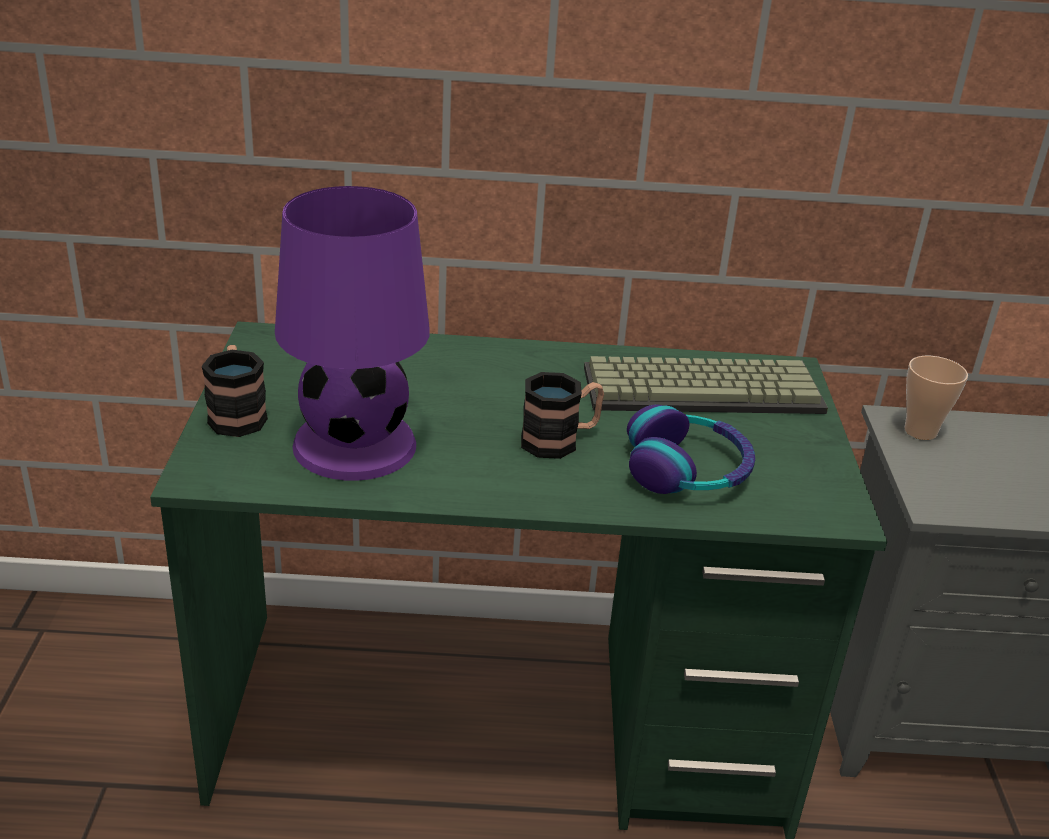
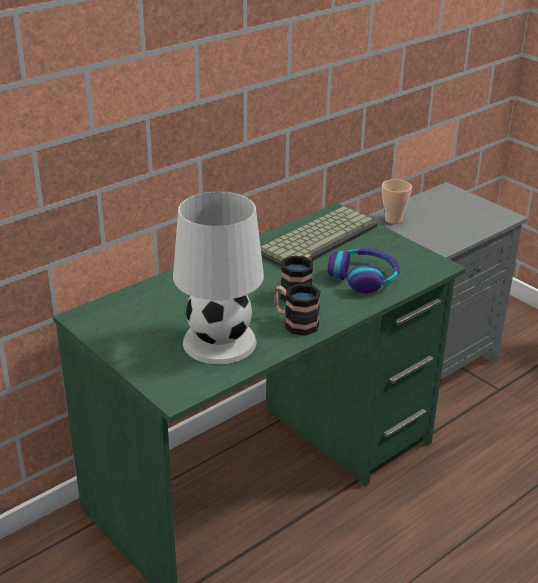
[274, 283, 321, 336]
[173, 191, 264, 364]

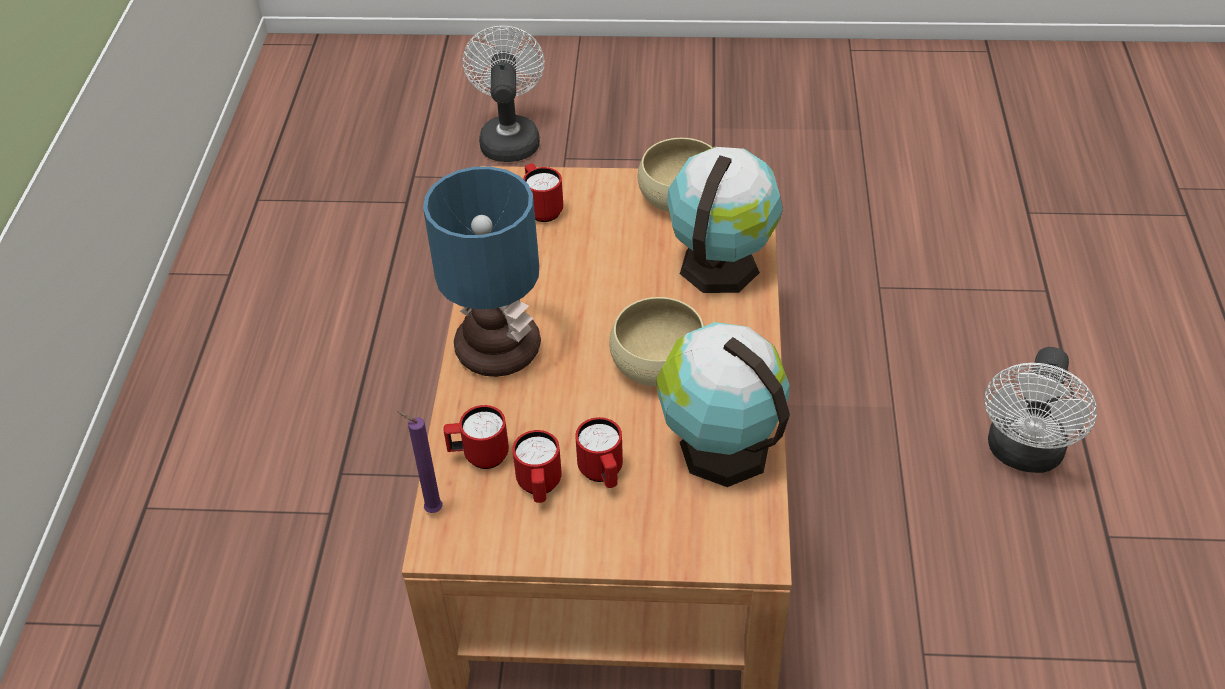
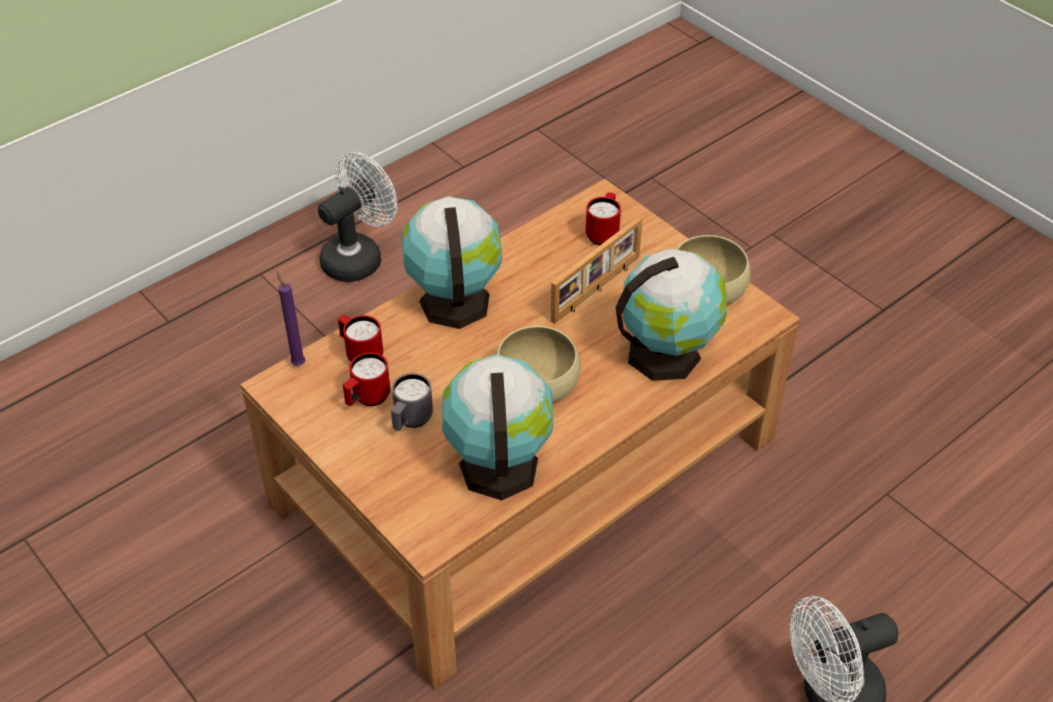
[551, 217, 642, 324]
[318, 152, 397, 282]
[402, 196, 503, 329]
[391, 373, 433, 431]

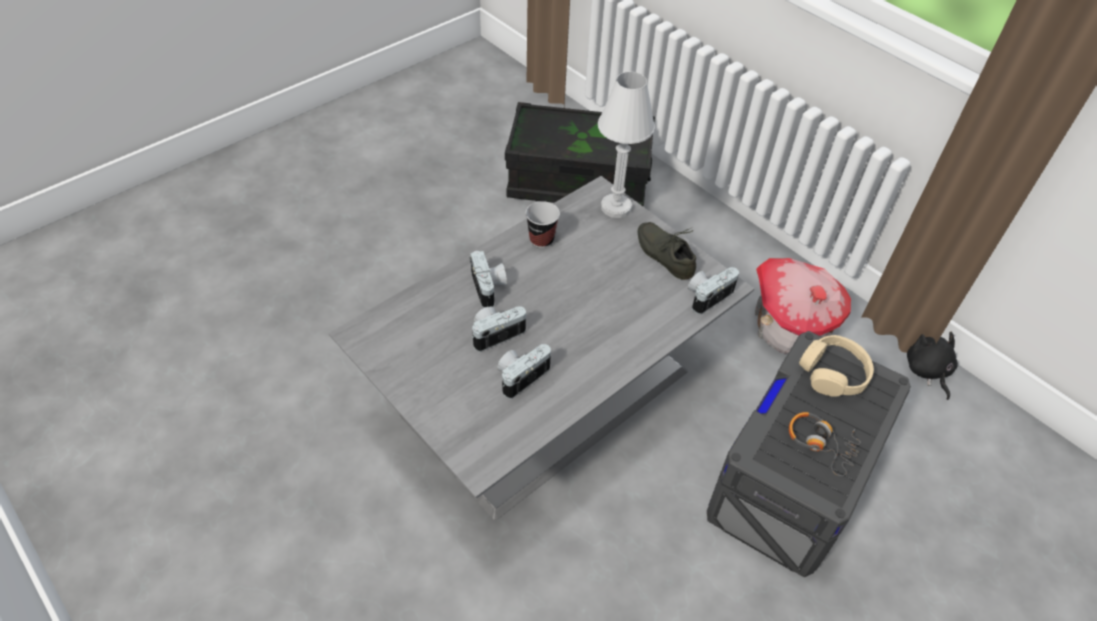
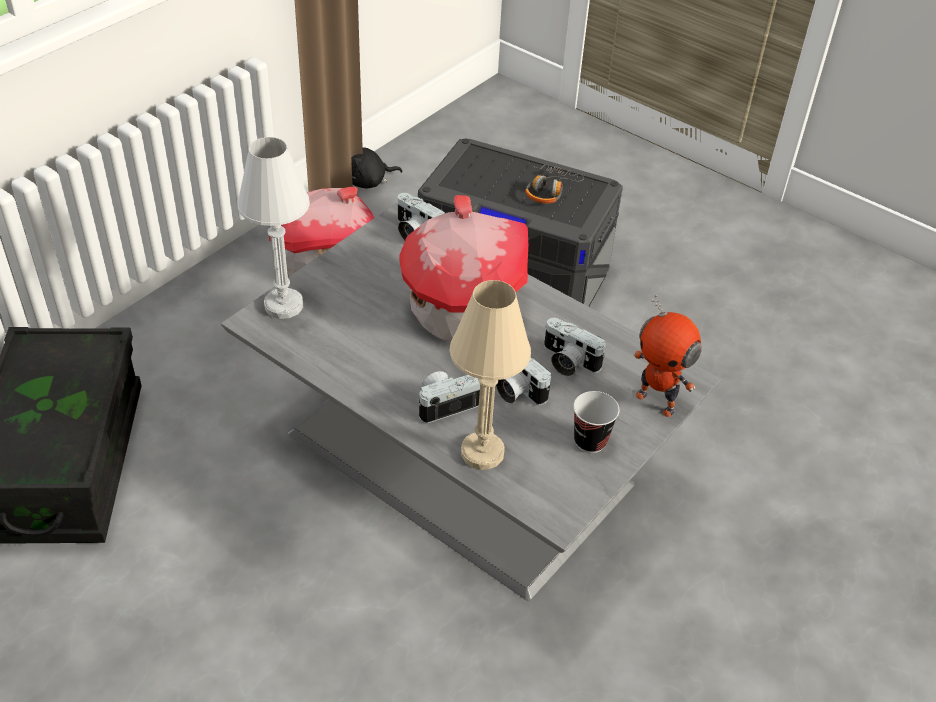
[637, 222, 696, 280] (first image)
[799, 335, 874, 397] (first image)
[400, 195, 528, 342]
[449, 280, 531, 470]
[634, 295, 702, 417]
[573, 391, 619, 453]

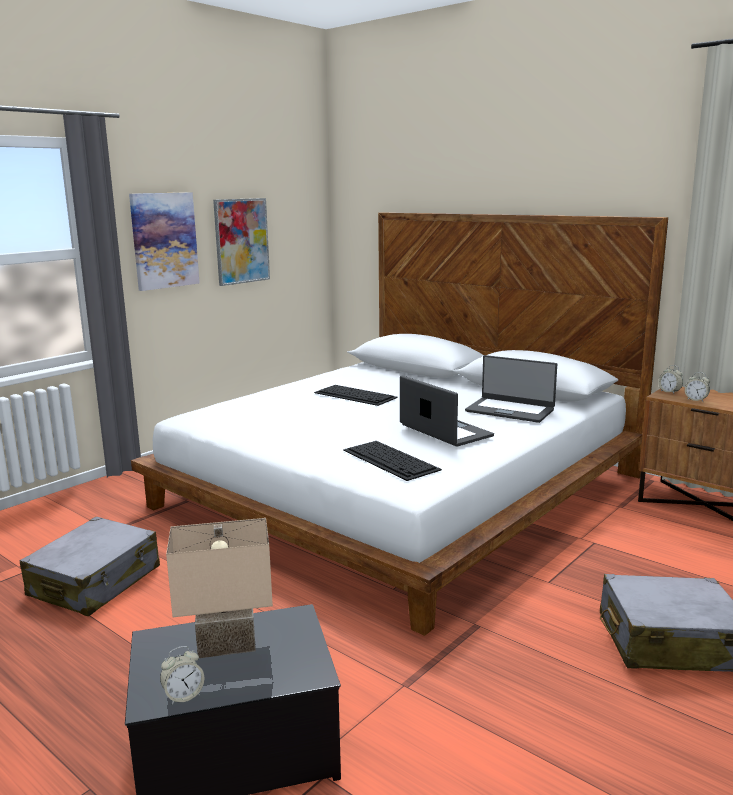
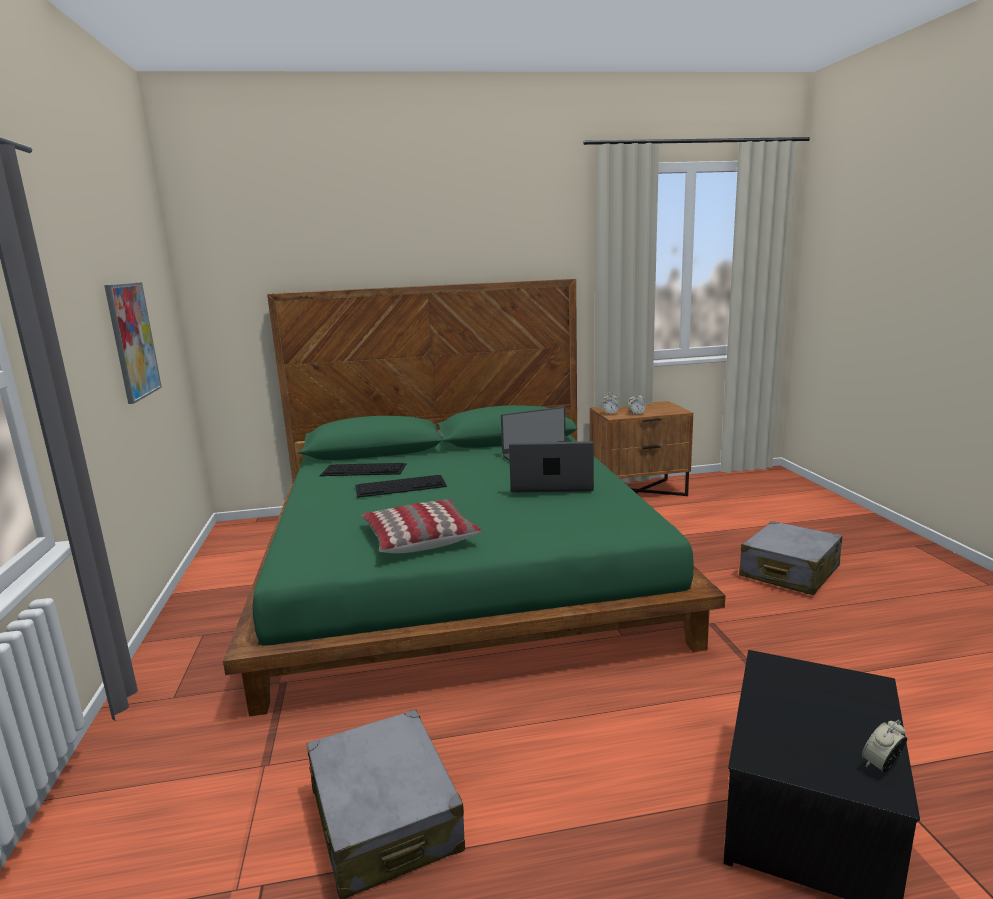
[129, 192, 200, 291] (first image)
[166, 518, 273, 658] (first image)
[361, 499, 481, 553]
[320, 463, 407, 476]
[223, 279, 726, 716]
[862, 720, 907, 772]

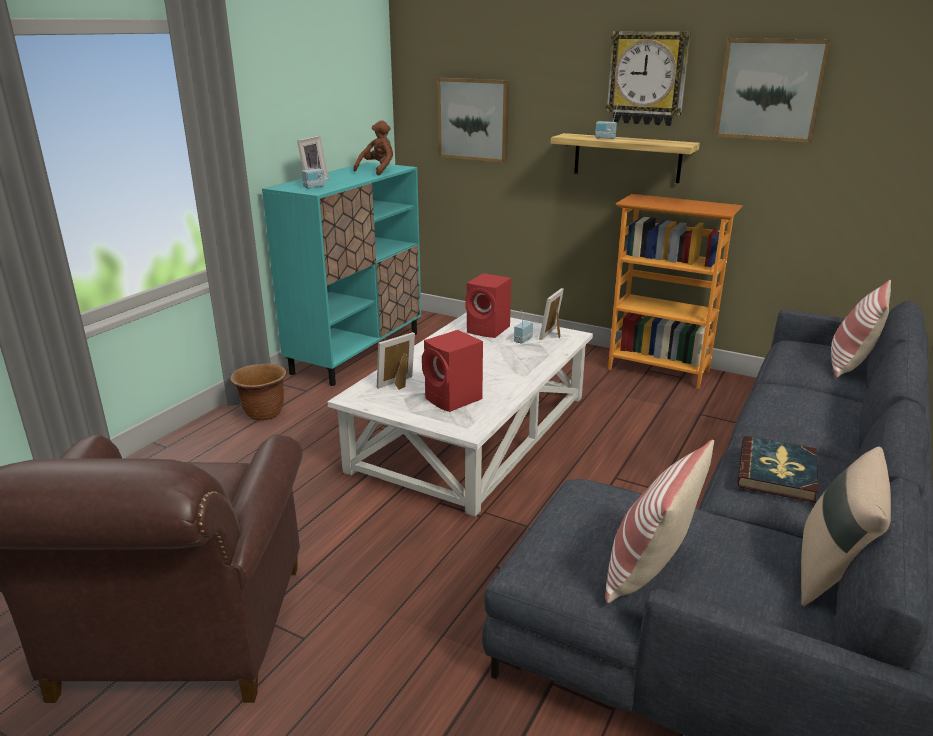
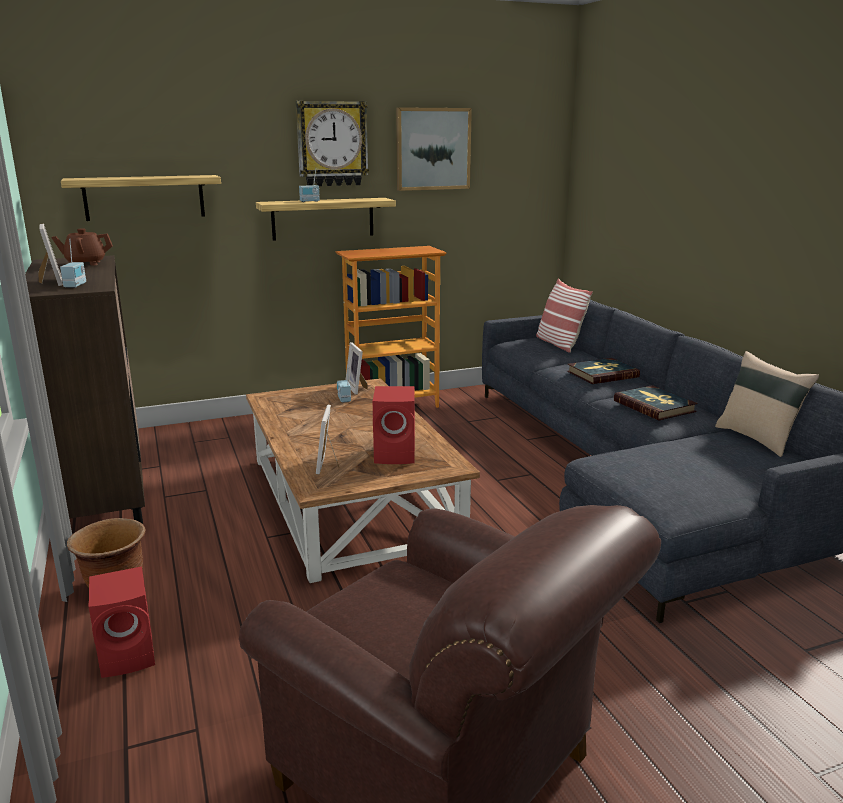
[605, 440, 714, 603] (first image)
[567, 358, 640, 384]
[89, 566, 155, 678]
[51, 229, 113, 265]
[61, 175, 221, 221]
[25, 255, 145, 524]
[246, 378, 480, 583]

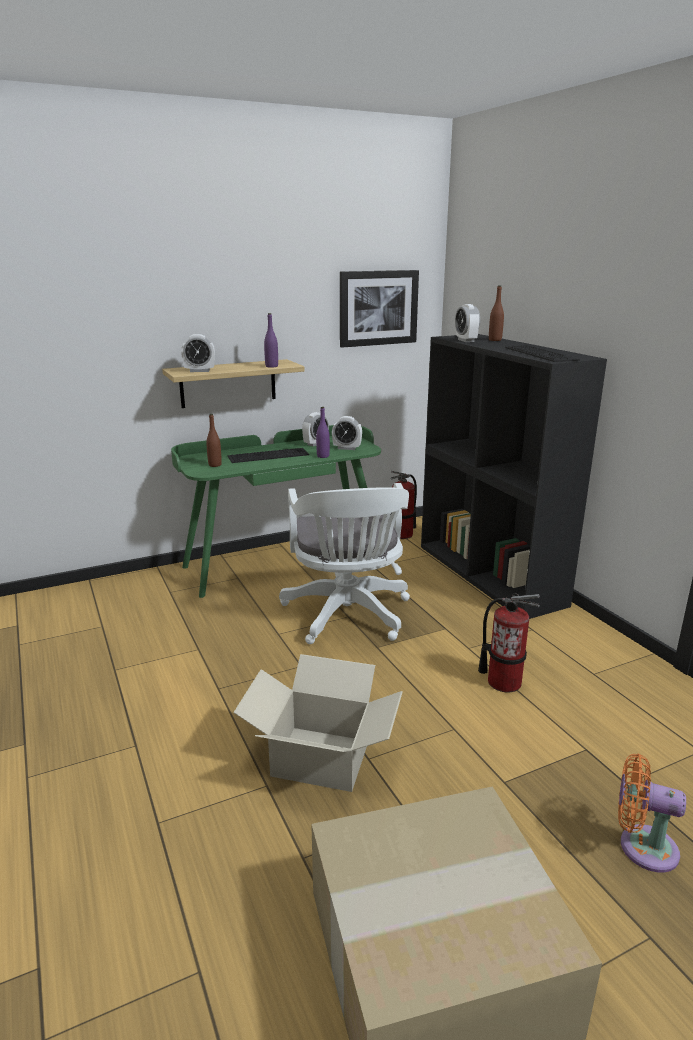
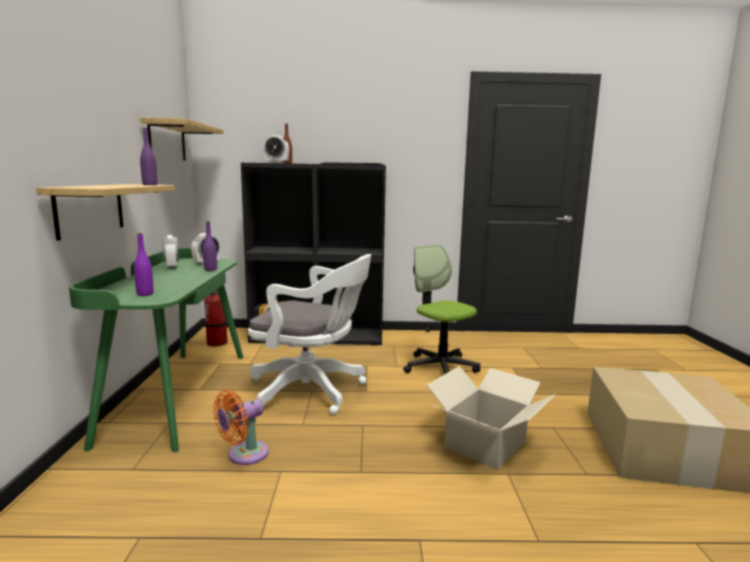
[181, 334, 215, 372] (first image)
[227, 448, 309, 463] (first image)
[213, 390, 269, 465]
[140, 118, 224, 161]
[403, 244, 480, 374]
[134, 233, 154, 296]

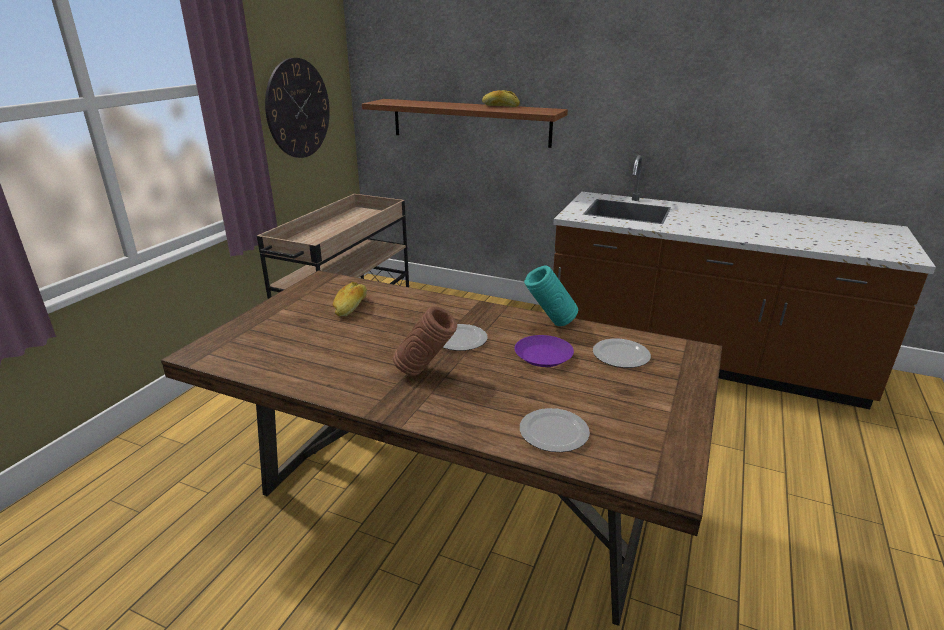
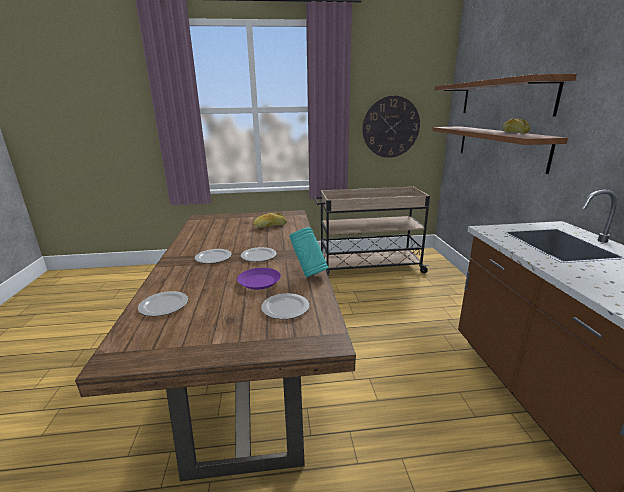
[434, 74, 577, 117]
[195, 249, 232, 264]

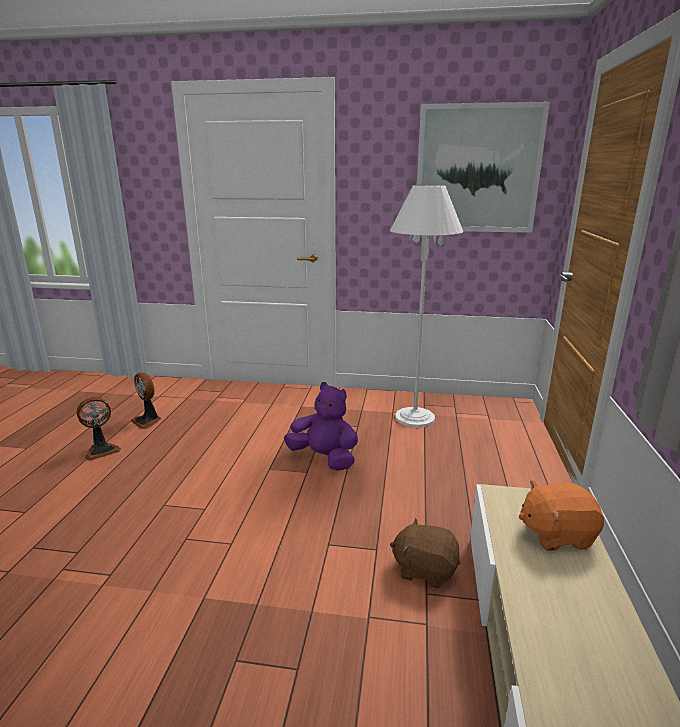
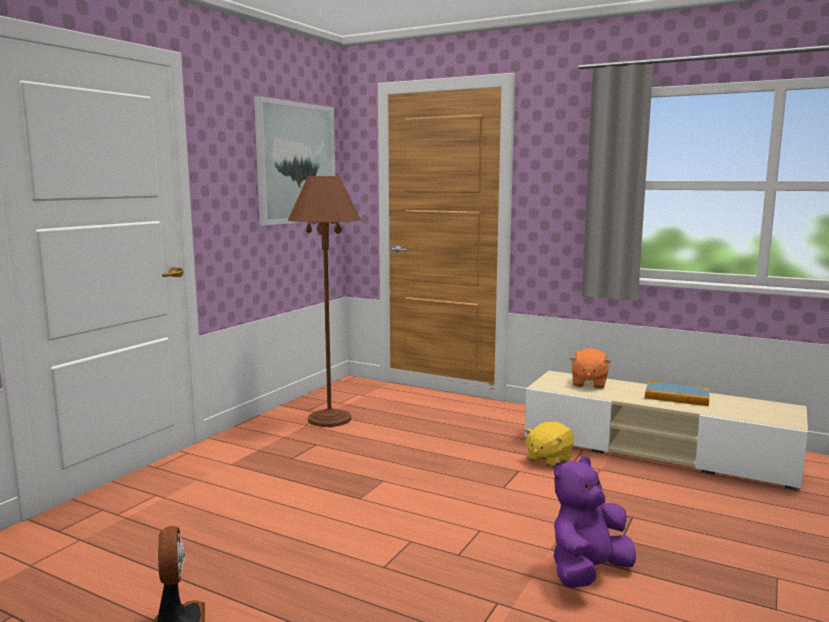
[131, 372, 162, 429] (first image)
[645, 381, 710, 406]
[553, 456, 636, 588]
[288, 176, 361, 427]
[524, 421, 574, 468]

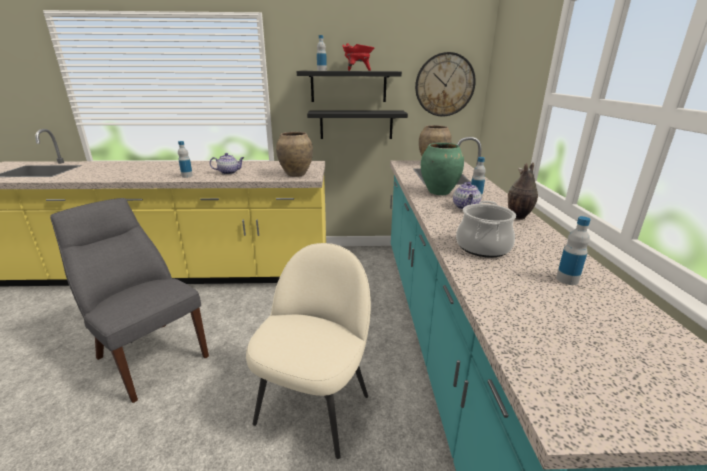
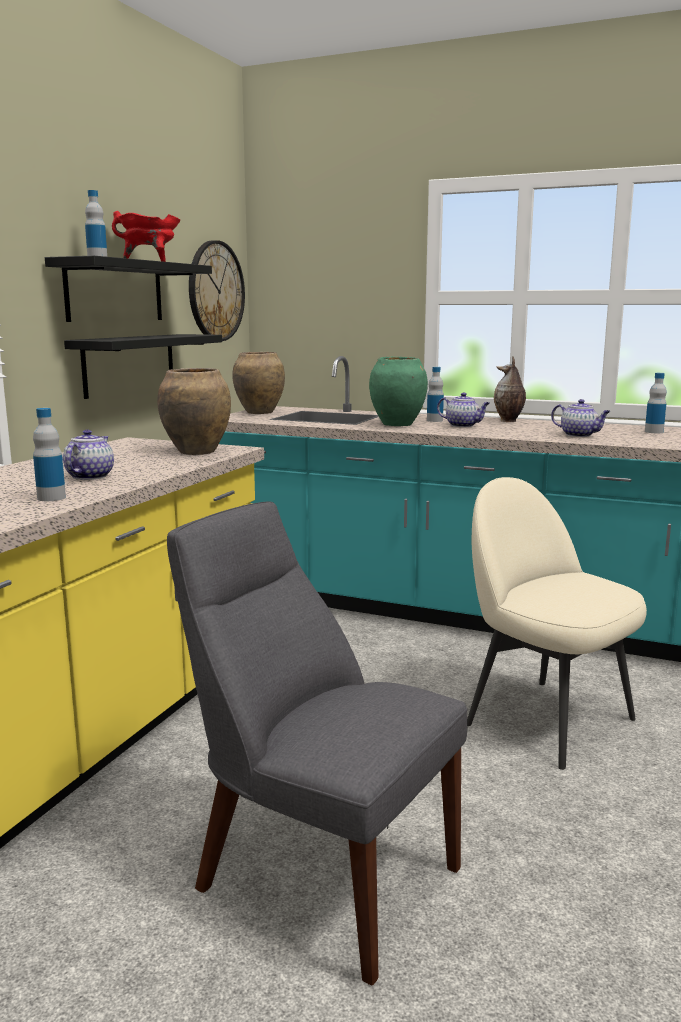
[551, 399, 611, 437]
[167, 501, 467, 986]

